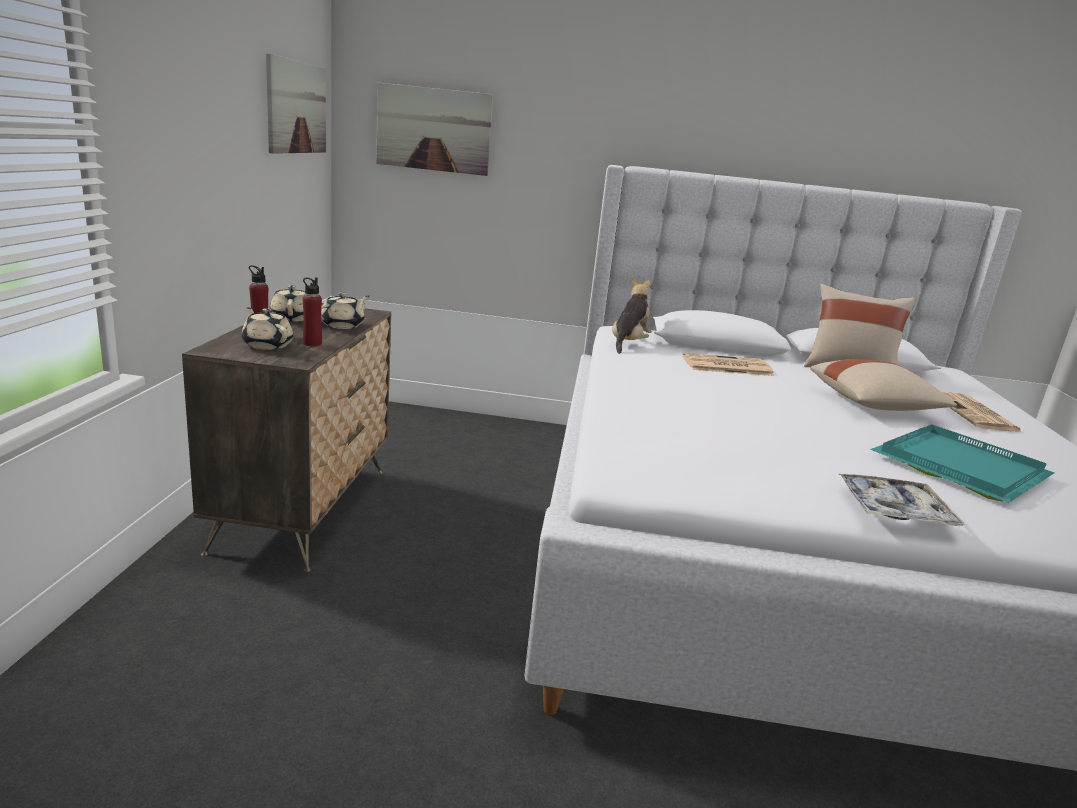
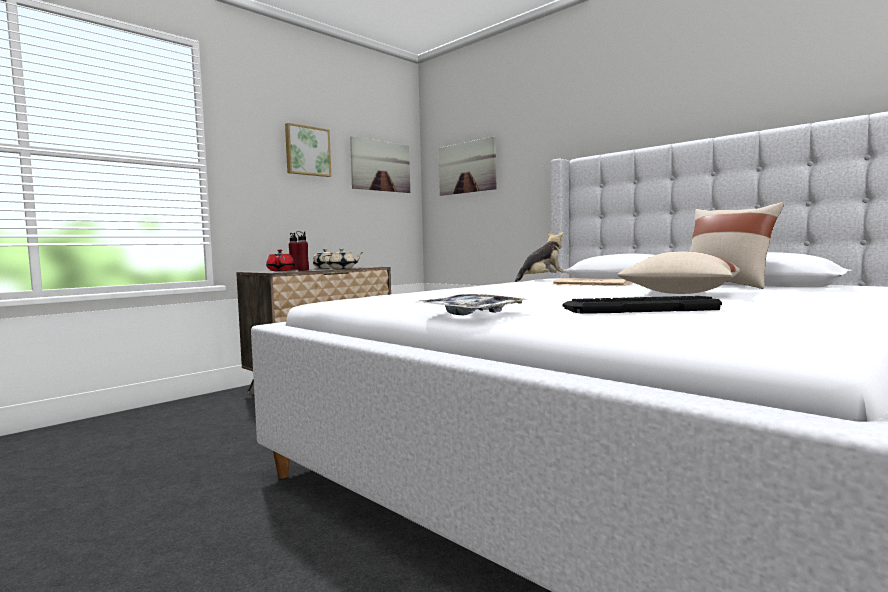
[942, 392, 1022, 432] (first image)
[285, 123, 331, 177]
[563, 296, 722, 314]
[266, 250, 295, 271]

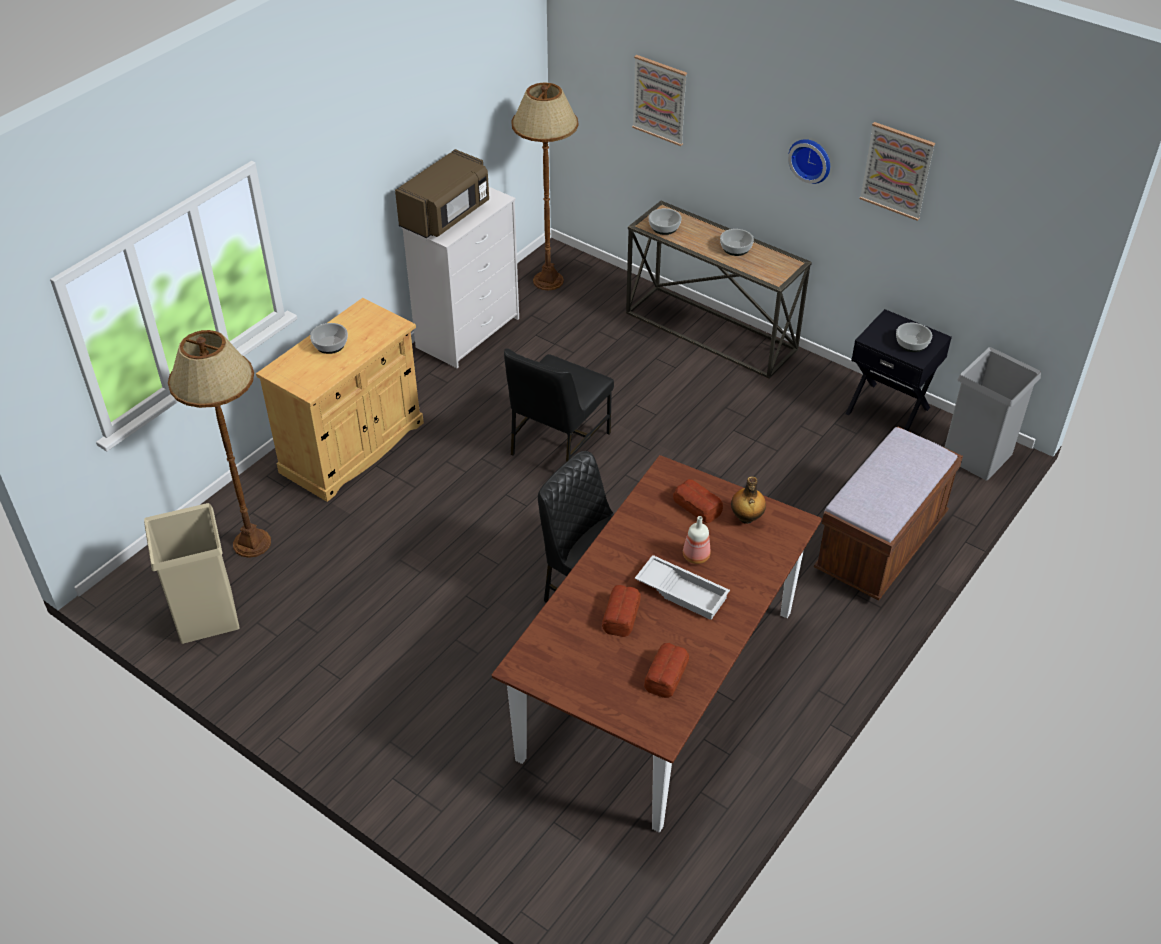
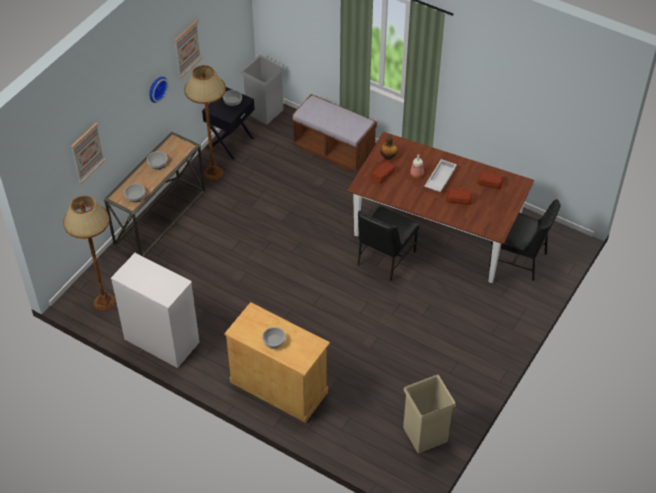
[395, 149, 489, 238] (first image)
[184, 65, 226, 180]
[489, 199, 561, 281]

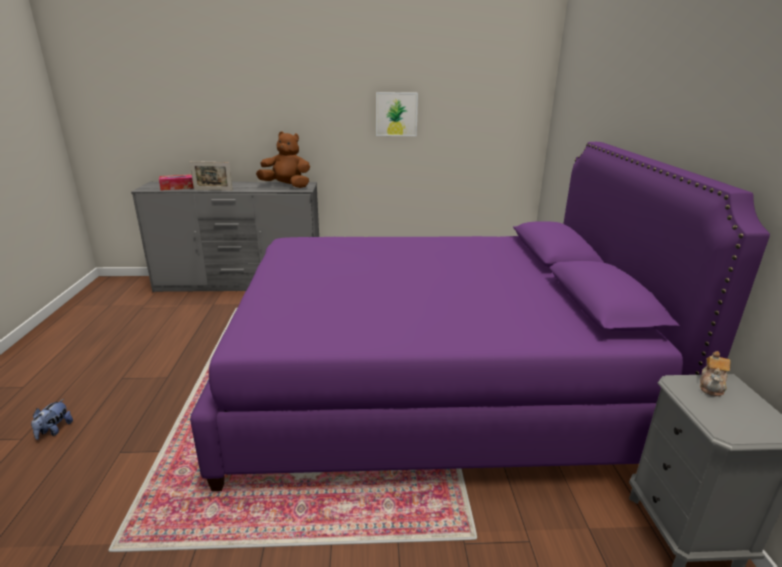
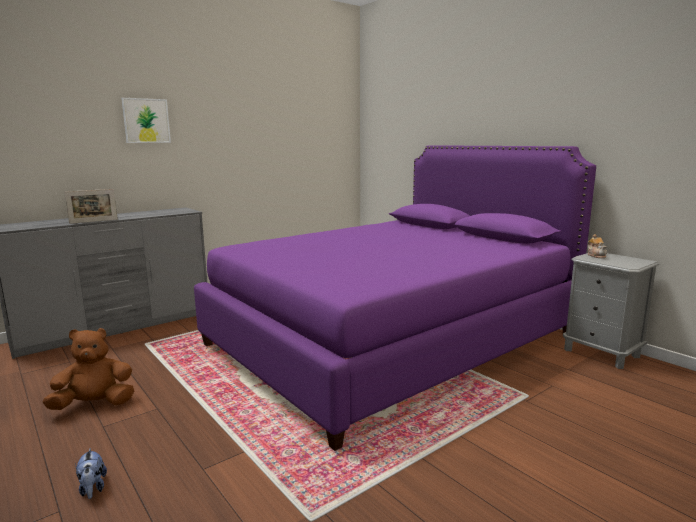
[159, 174, 193, 190] (first image)
[42, 328, 134, 410]
[121, 98, 171, 143]

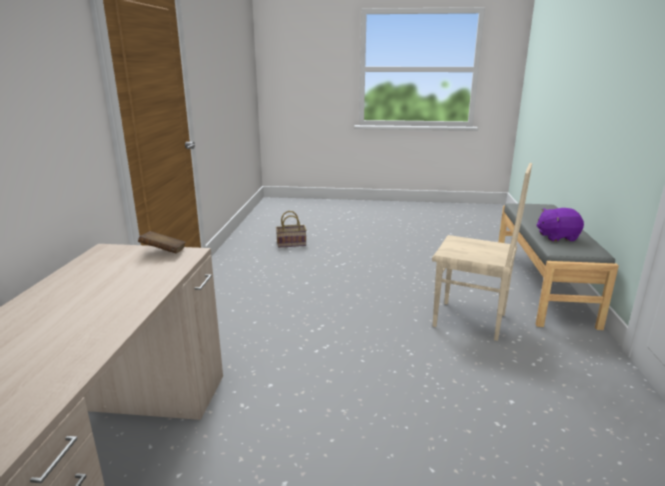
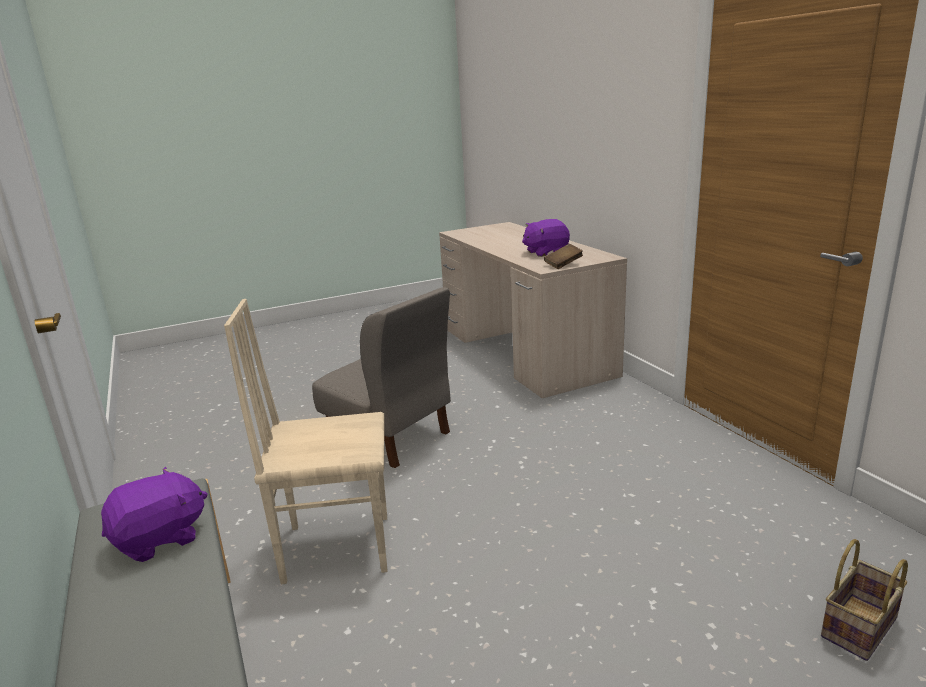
[312, 287, 451, 468]
[522, 219, 570, 257]

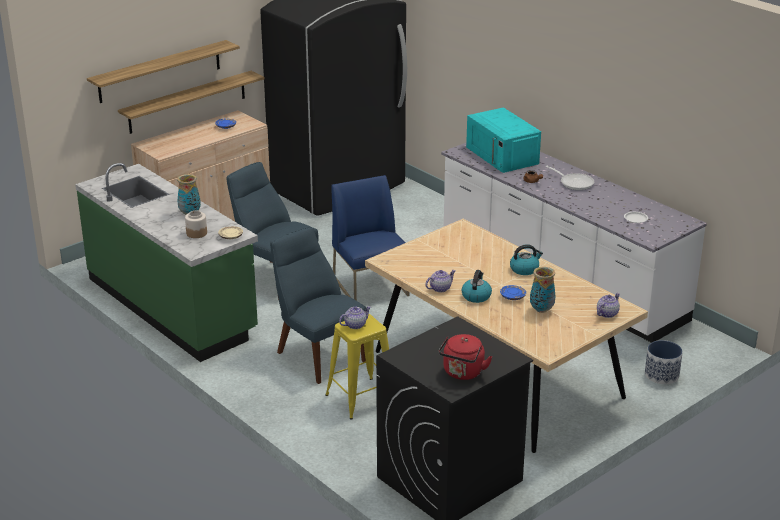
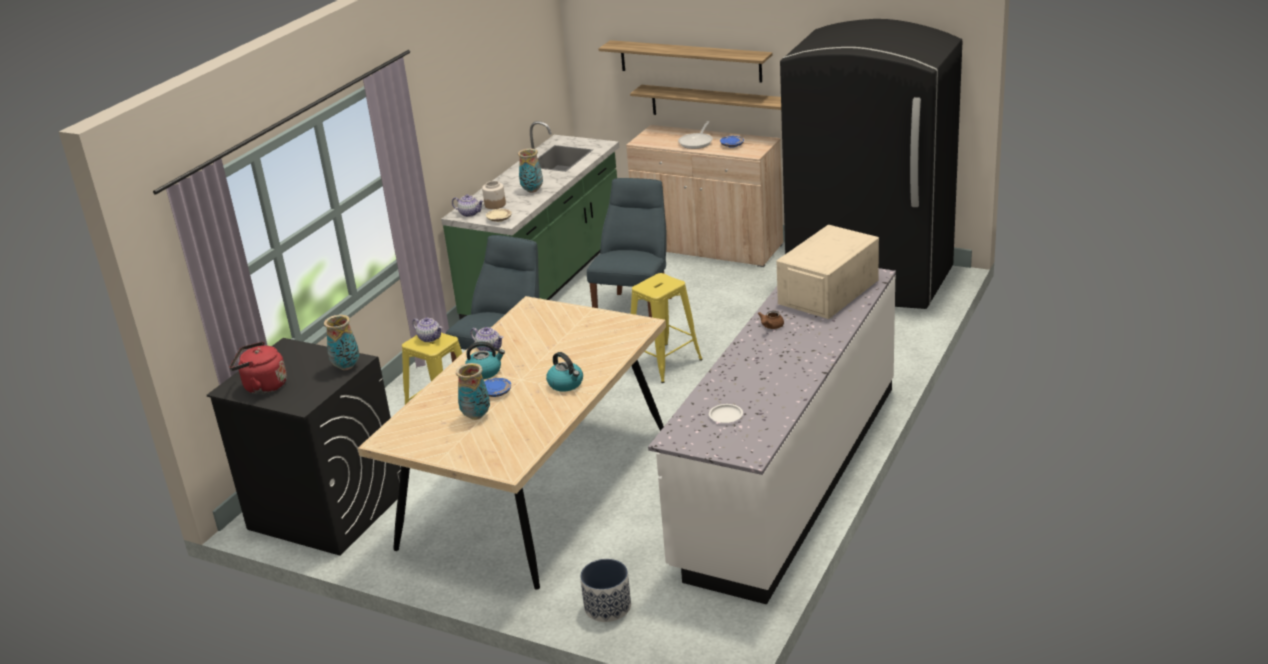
[324, 315, 359, 370]
[678, 121, 713, 149]
[452, 194, 484, 217]
[631, 273, 703, 383]
[777, 225, 879, 319]

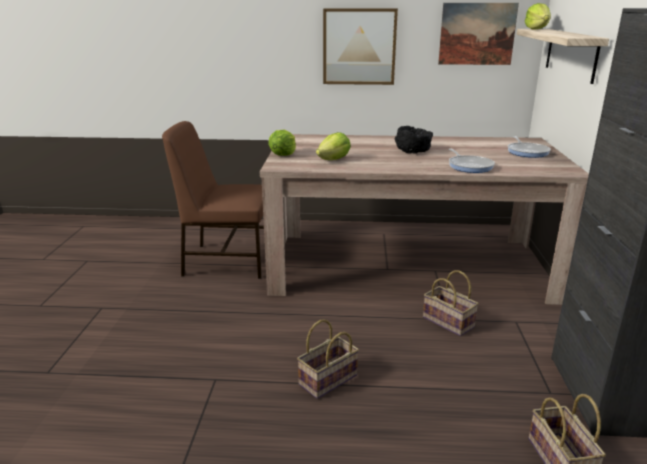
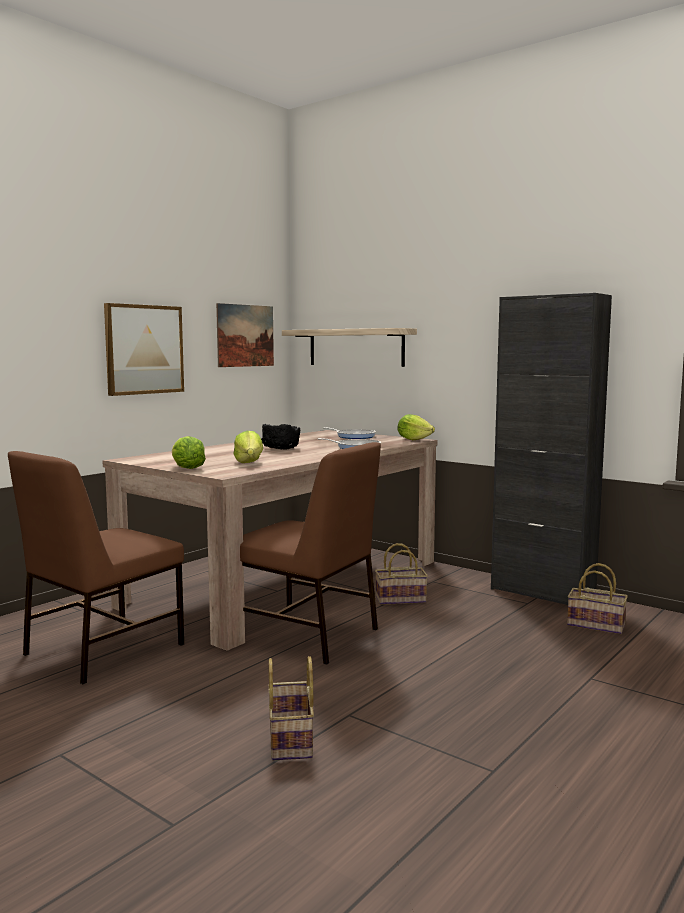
[240, 442, 381, 664]
[268, 656, 314, 760]
[398, 414, 435, 440]

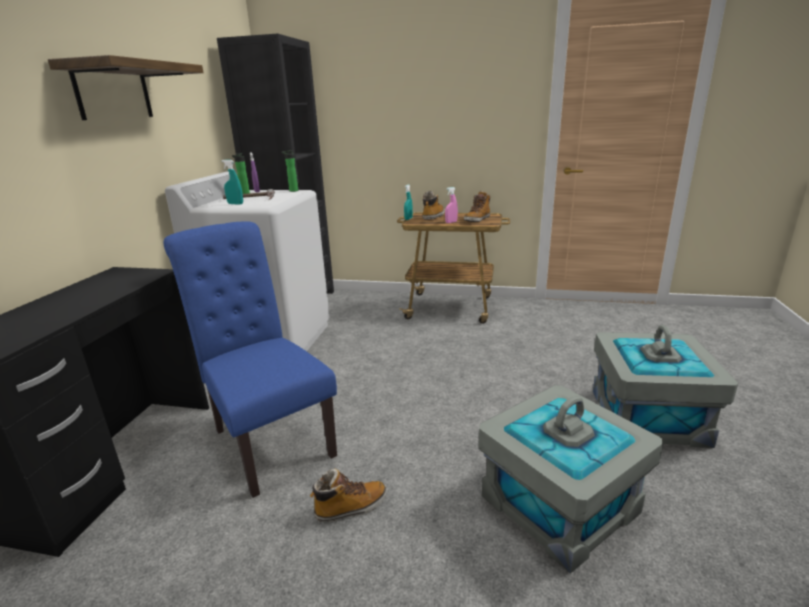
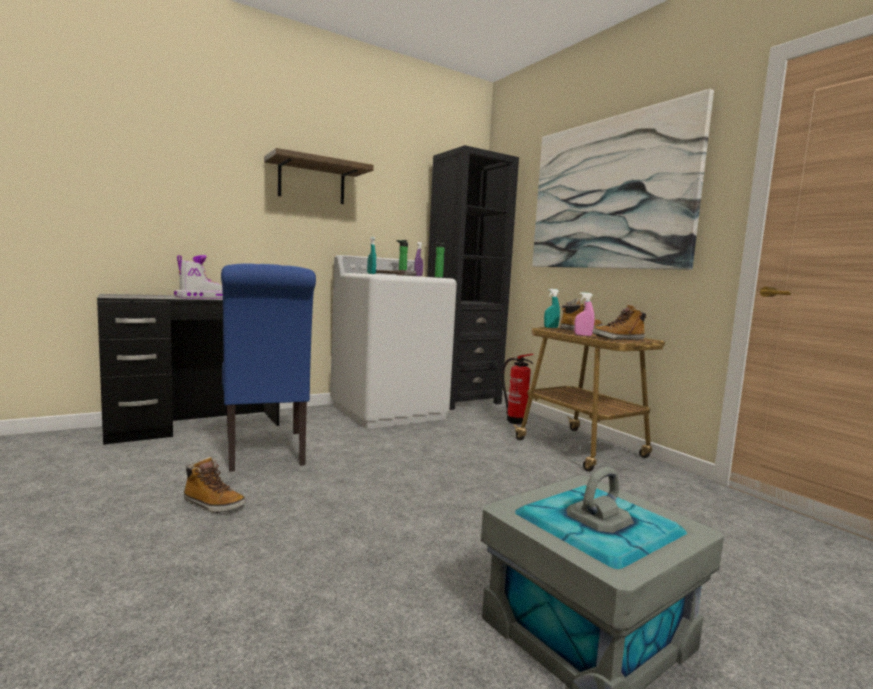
[479, 385, 663, 574] (first image)
[174, 255, 223, 299]
[502, 354, 534, 424]
[532, 89, 714, 270]
[221, 263, 316, 472]

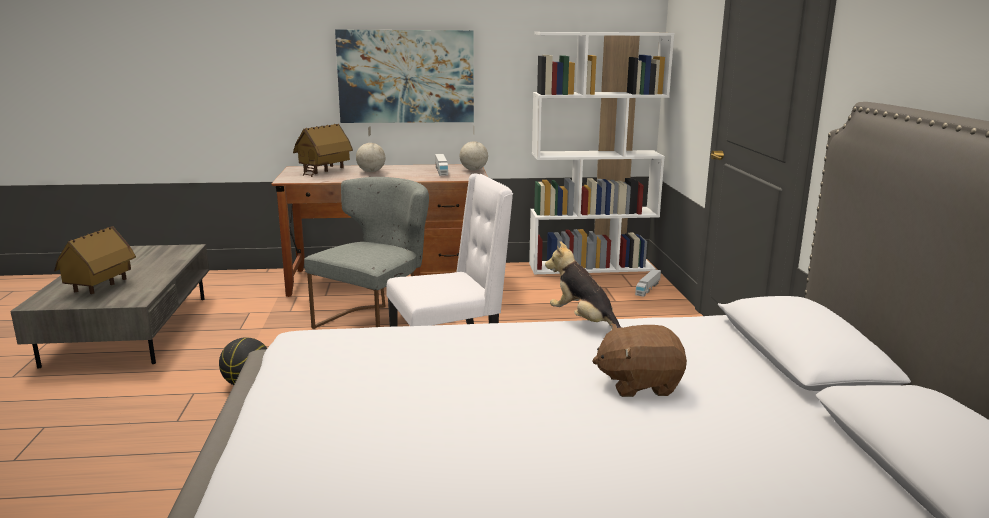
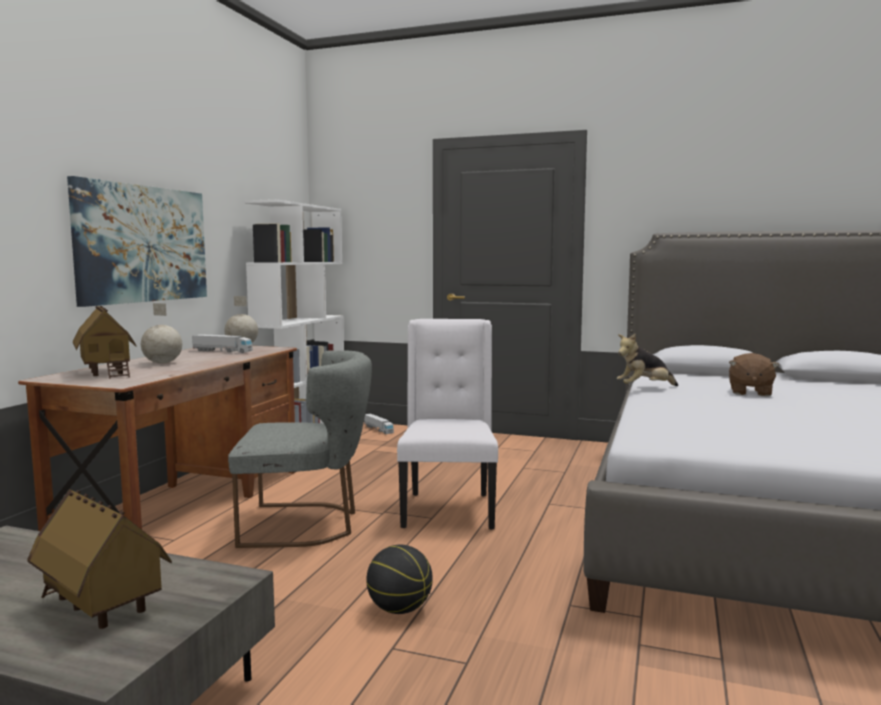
[228, 350, 372, 548]

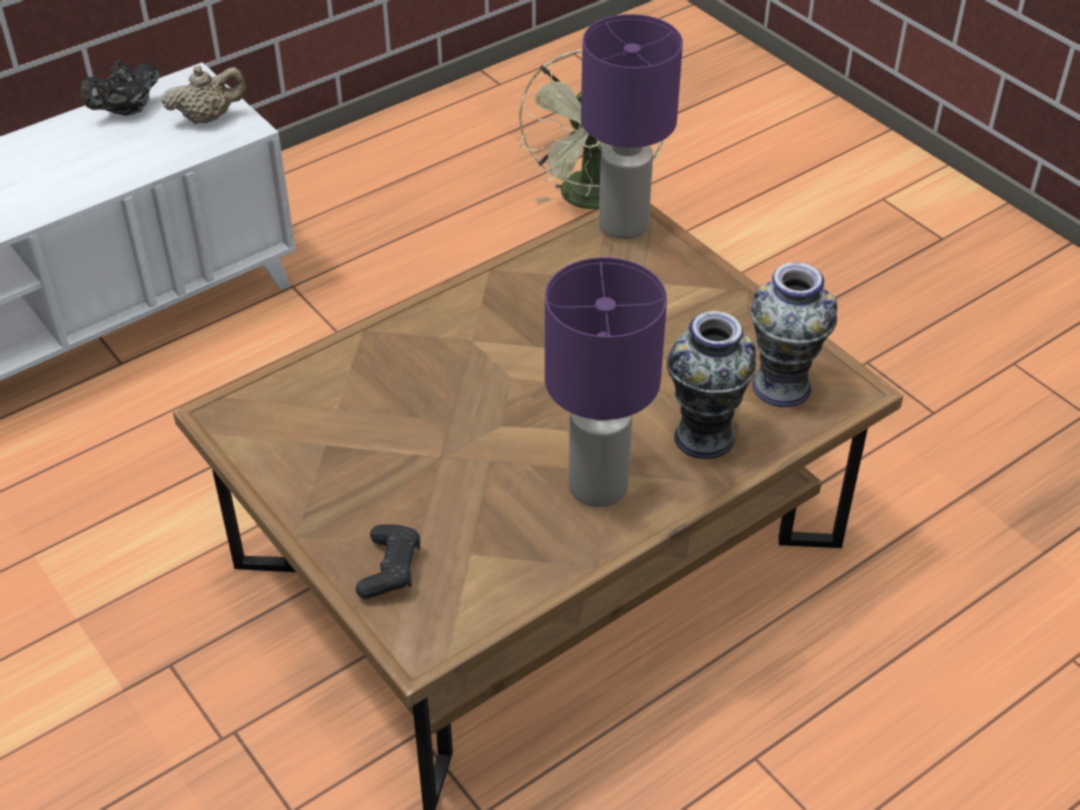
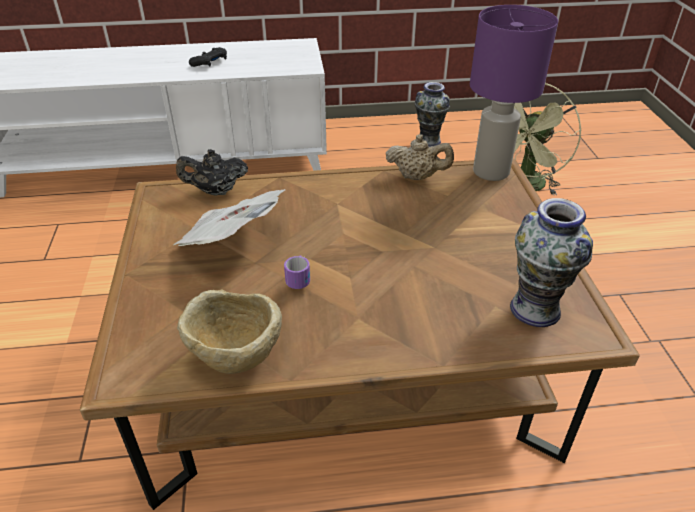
[545, 257, 667, 507] (first image)
[173, 189, 285, 246]
[177, 290, 282, 374]
[284, 255, 310, 289]
[176, 149, 248, 196]
[386, 134, 454, 180]
[189, 47, 227, 67]
[415, 82, 450, 147]

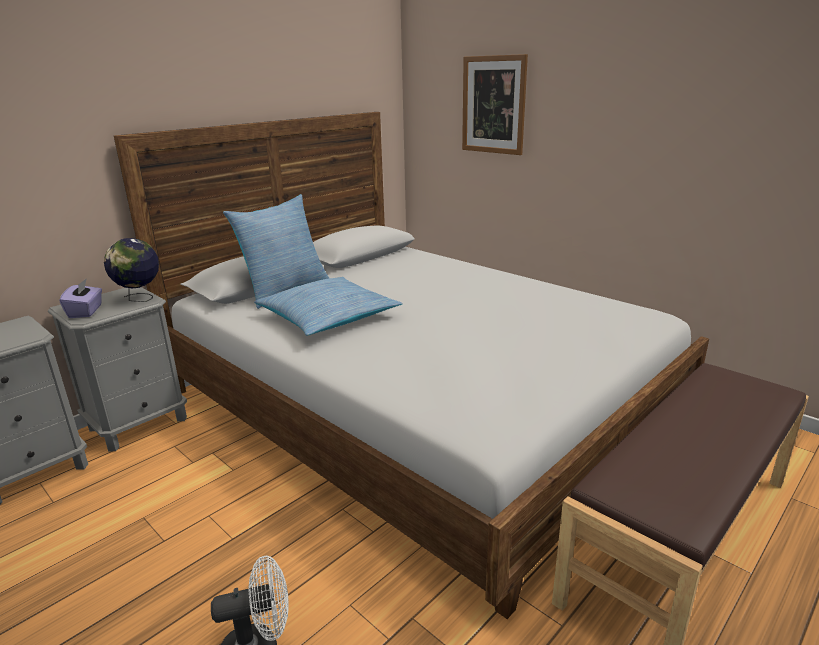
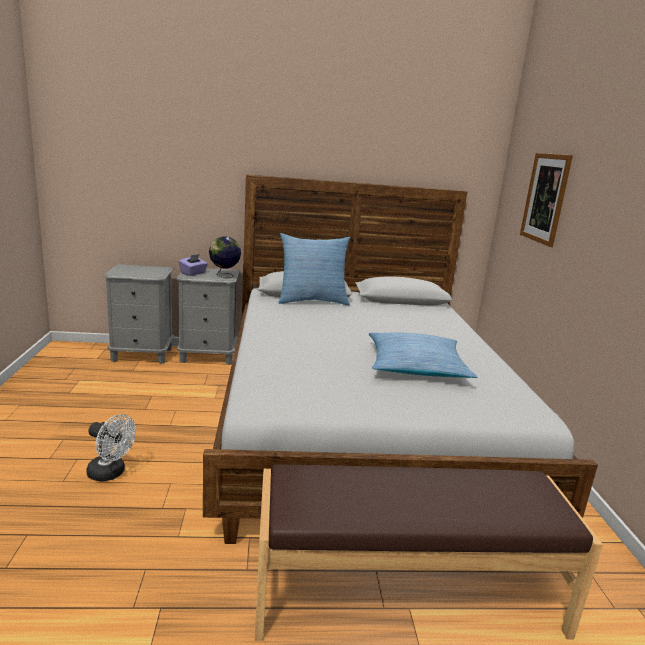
[369, 332, 477, 378]

